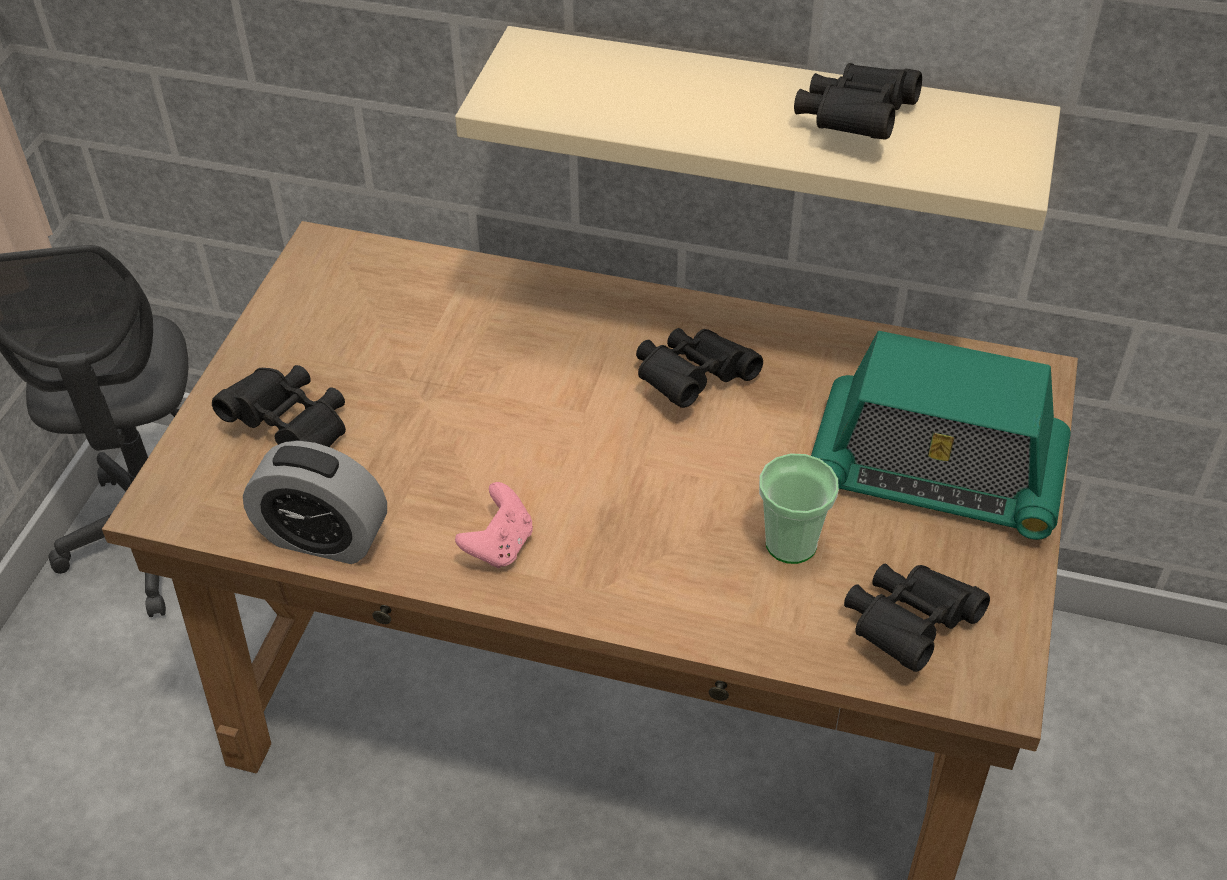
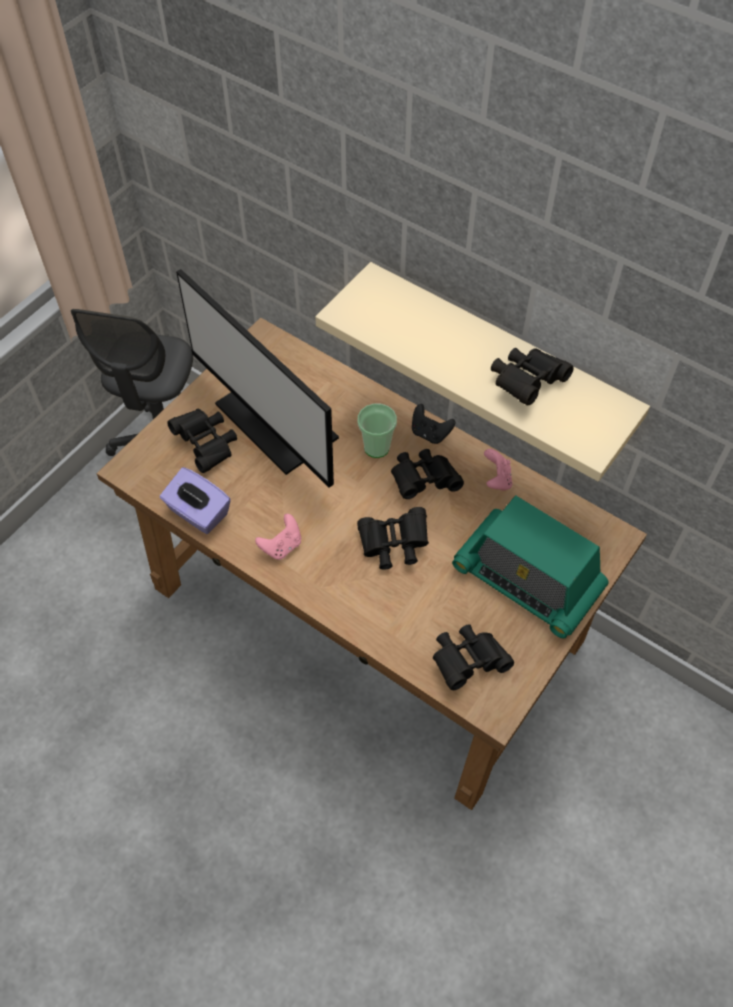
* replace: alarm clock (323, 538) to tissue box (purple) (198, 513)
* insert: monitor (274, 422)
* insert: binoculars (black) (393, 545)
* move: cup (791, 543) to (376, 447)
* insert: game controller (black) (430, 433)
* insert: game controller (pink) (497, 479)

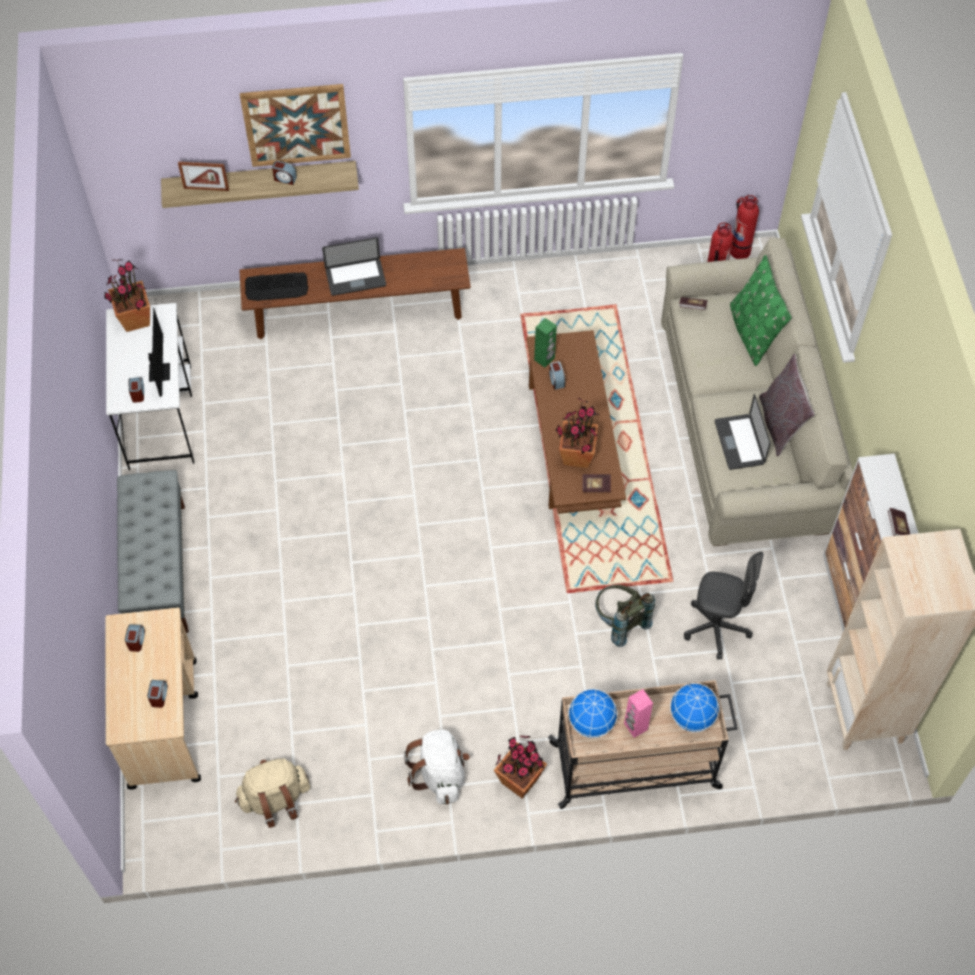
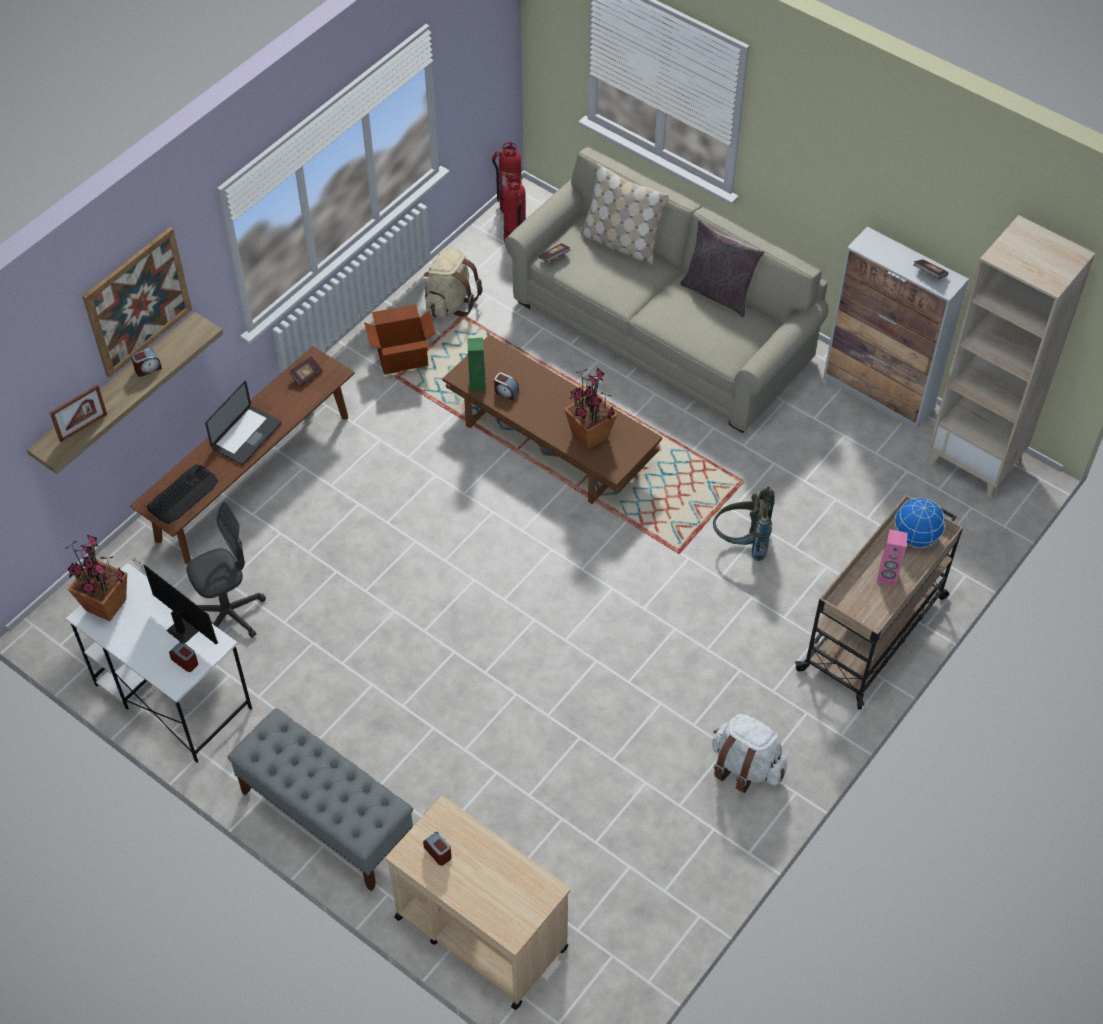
* move: office chair (grey) (716, 628) to (229, 614)
* move: book (596, 486) to (306, 375)
* insert: cardboard box (402, 358)
* move: backpack (beige) (275, 799) to (450, 303)
* recolor: pillow (green) (752, 333) to pillow (beige) (621, 243)
* delete: alarm clock (159, 696)
* delete: potted plant (519, 780)
* delete: globe (591, 723)
* delete: laptop (739, 442)

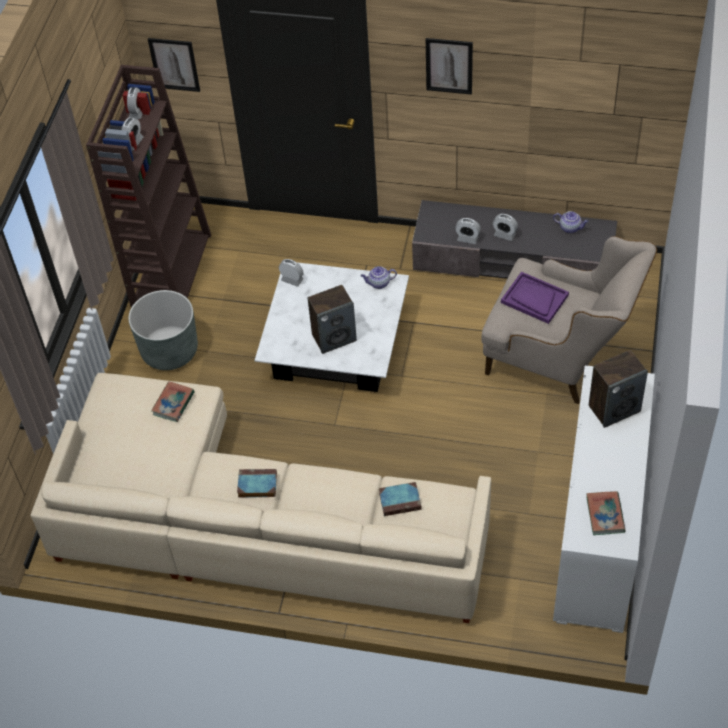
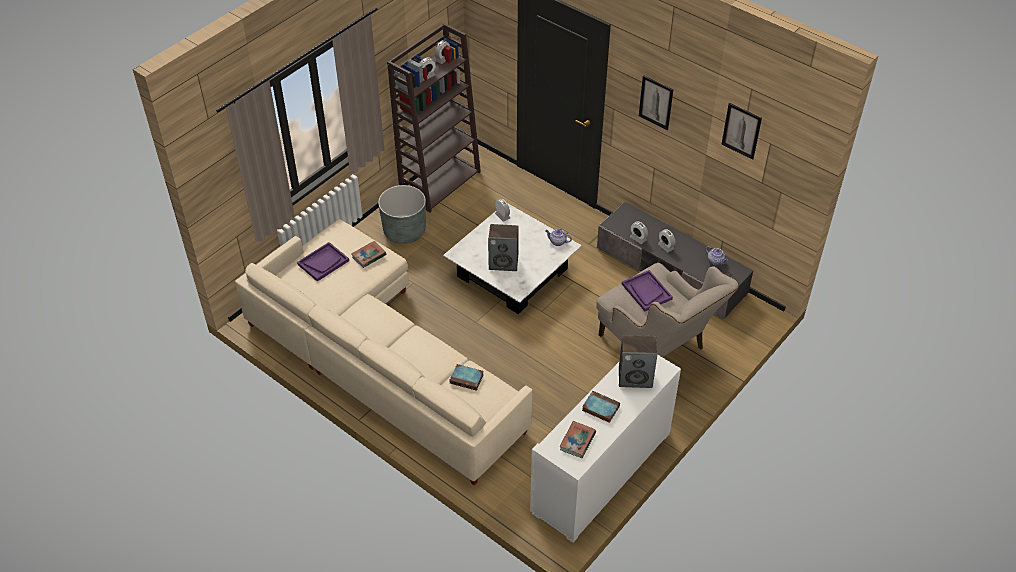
* insert: tray (purple) (323, 262)
* move: book (256, 485) to (600, 408)
* move: picture (174, 64) to (741, 131)

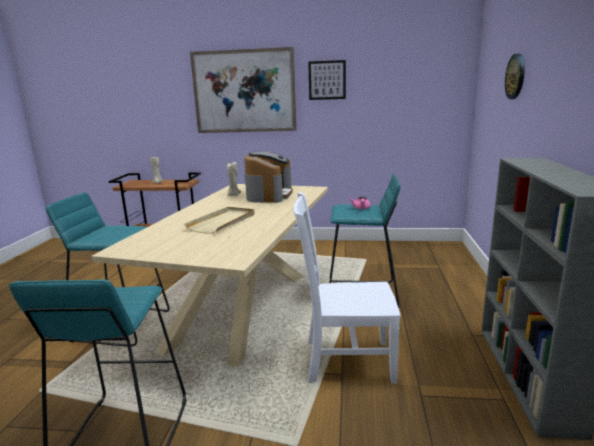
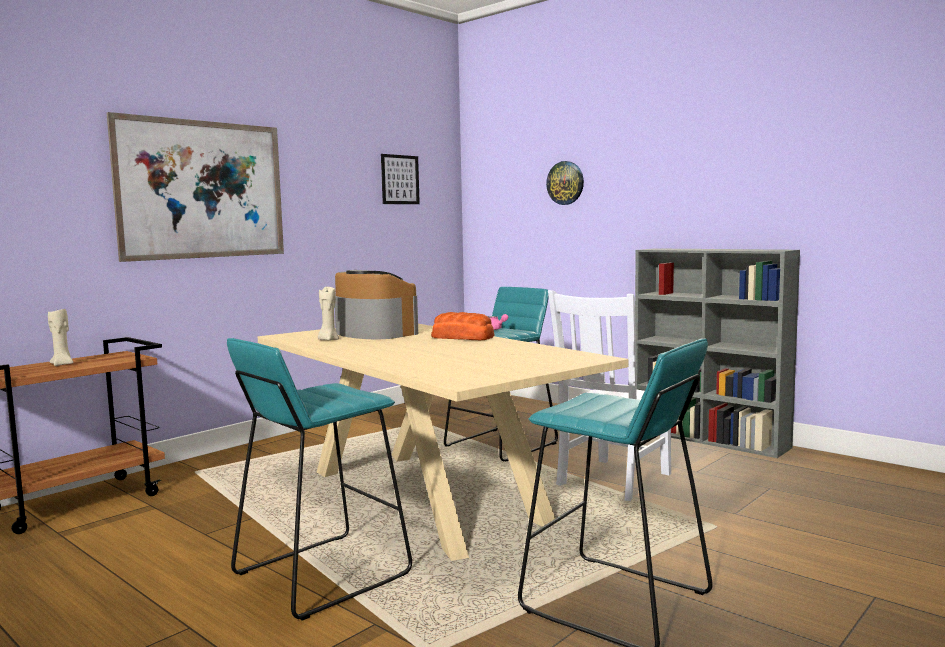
* move: picture (327, 80) to (400, 179)
* insert: bread (462, 337)
* delete: tray (beige) (222, 222)

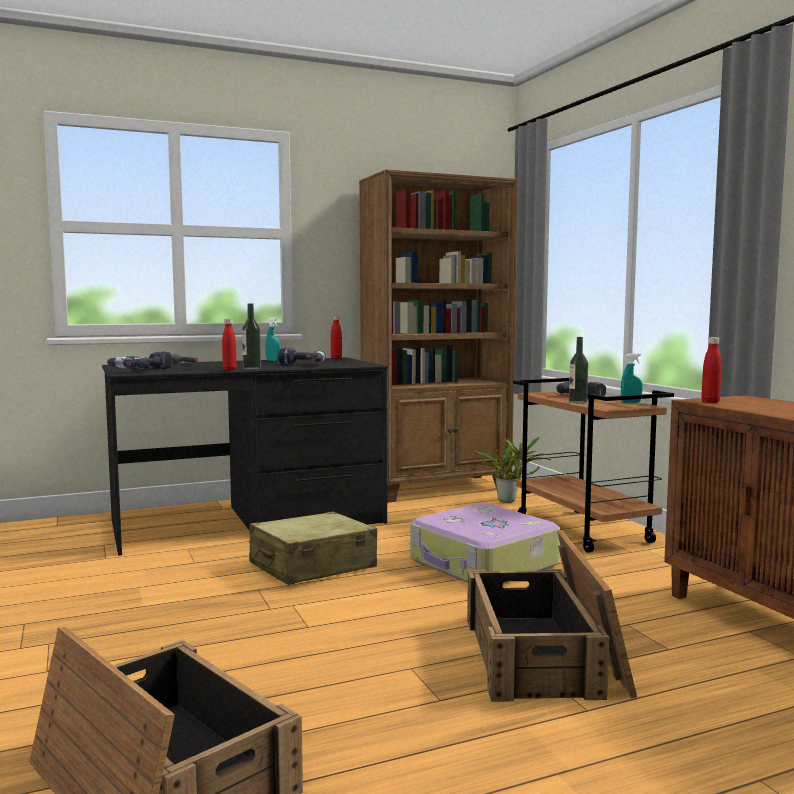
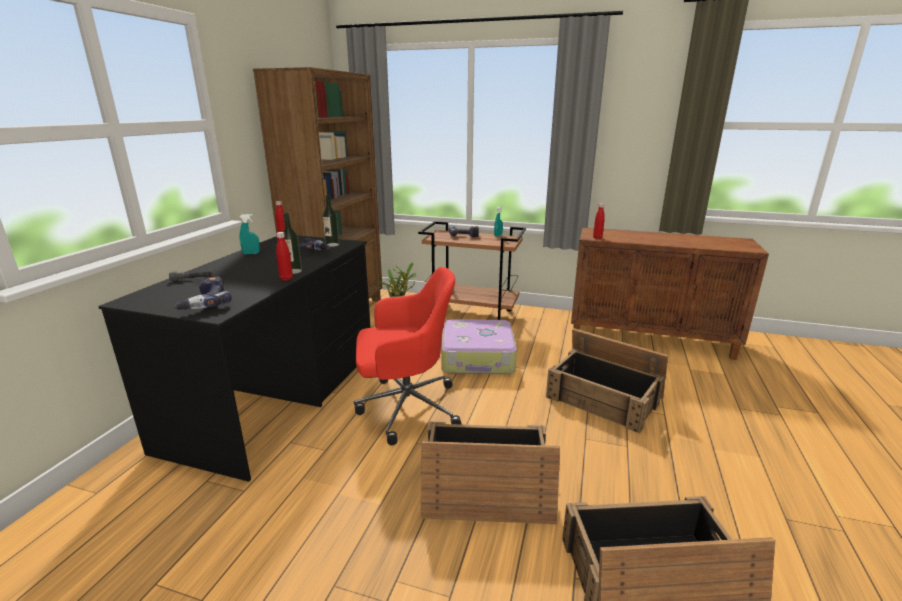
* move: bottle (577, 402) to (332, 245)
* replace: suitcase (beige) (312, 566) to office chair (red) (406, 407)
* insert: crate (485, 486)

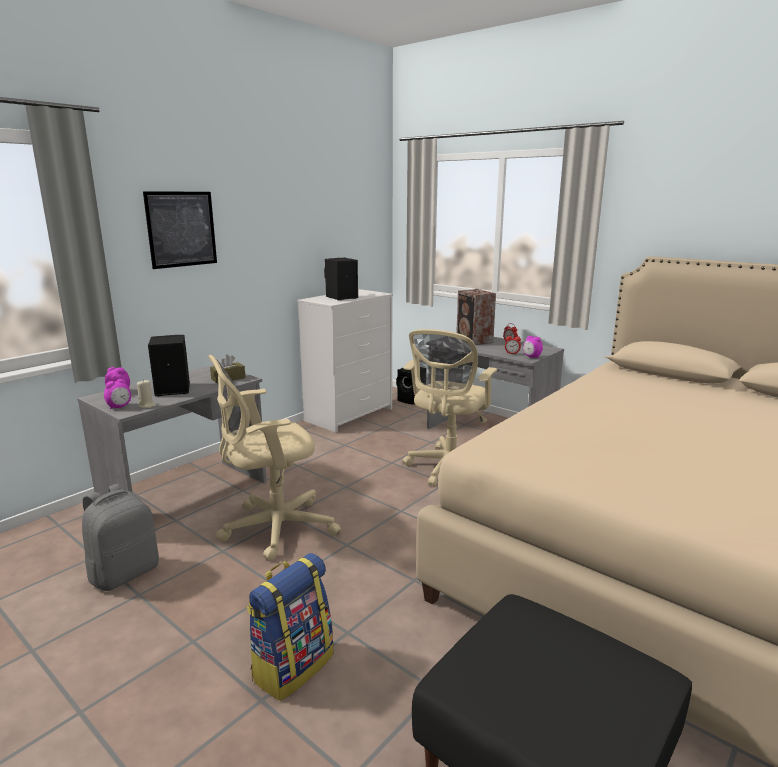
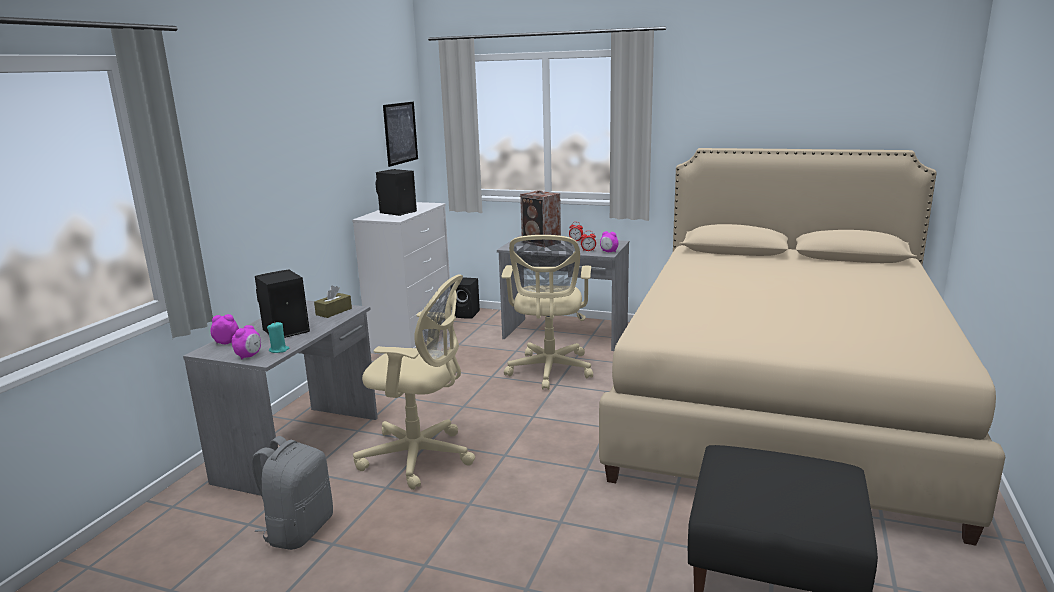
* recolor: candle (beige) (147, 405) to candle (turquoise) (279, 350)
* rotate: office chair (beige) (273, 528) = (421, 457) 120 degrees counterclockwise
* move: picture (181, 229) to (400, 133)
* delete: backpack (292, 666)

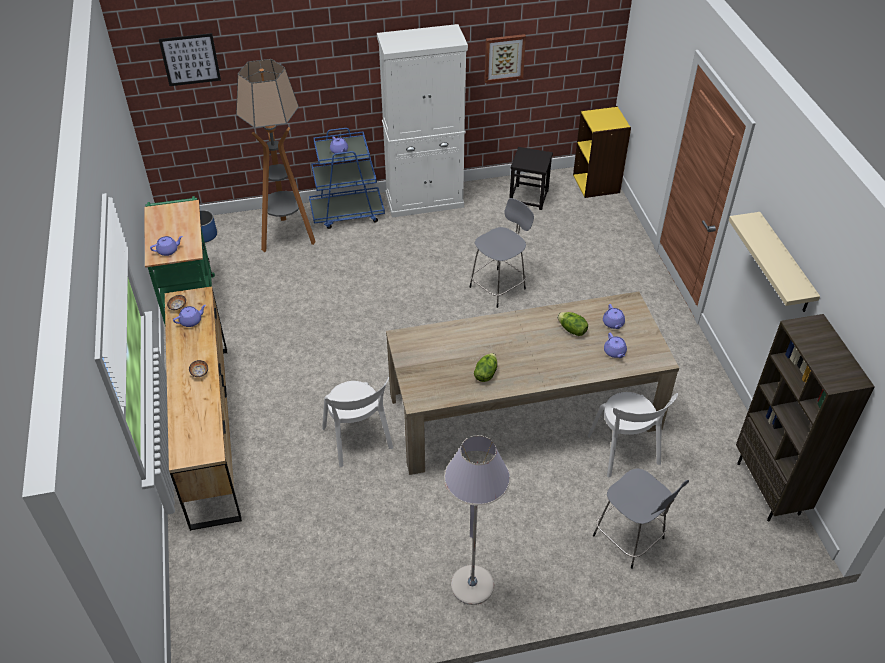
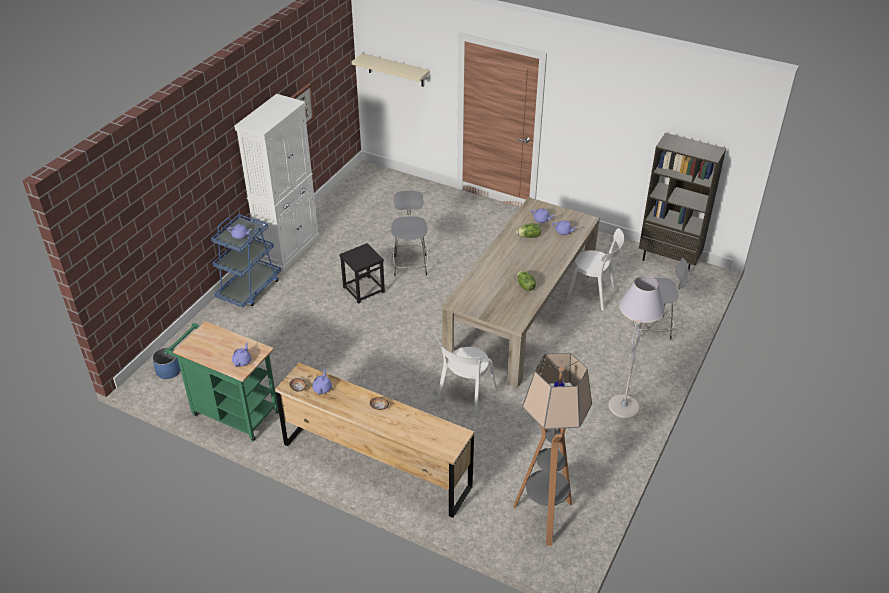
* move: stool (black) (529, 197) to (363, 289)
* move: shelf (beige) (784, 264) to (395, 70)
* rotate: chair (white) (358, 440) = (465, 396) 105 degrees clockwise
* move: floor lamp (287, 237) to (544, 517)
* delete: picture (190, 59)
* delete: bookcase (yellow) (596, 184)

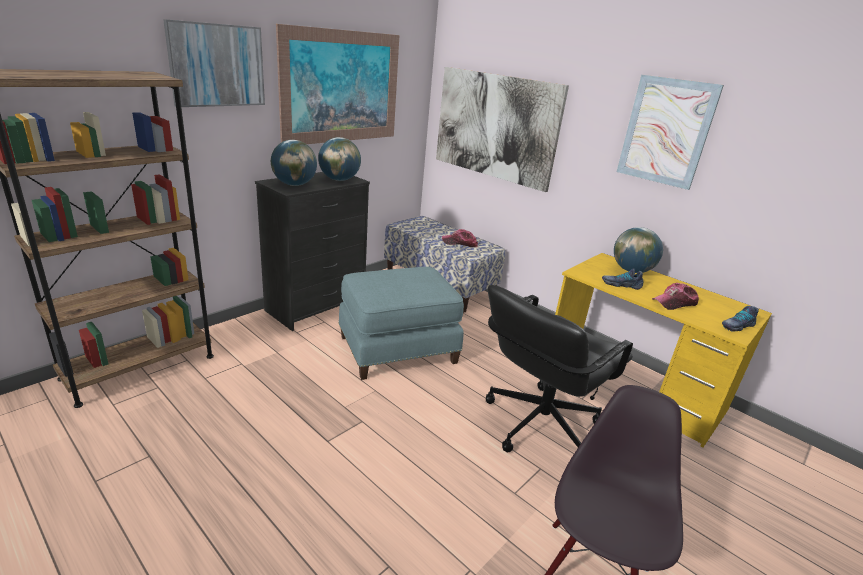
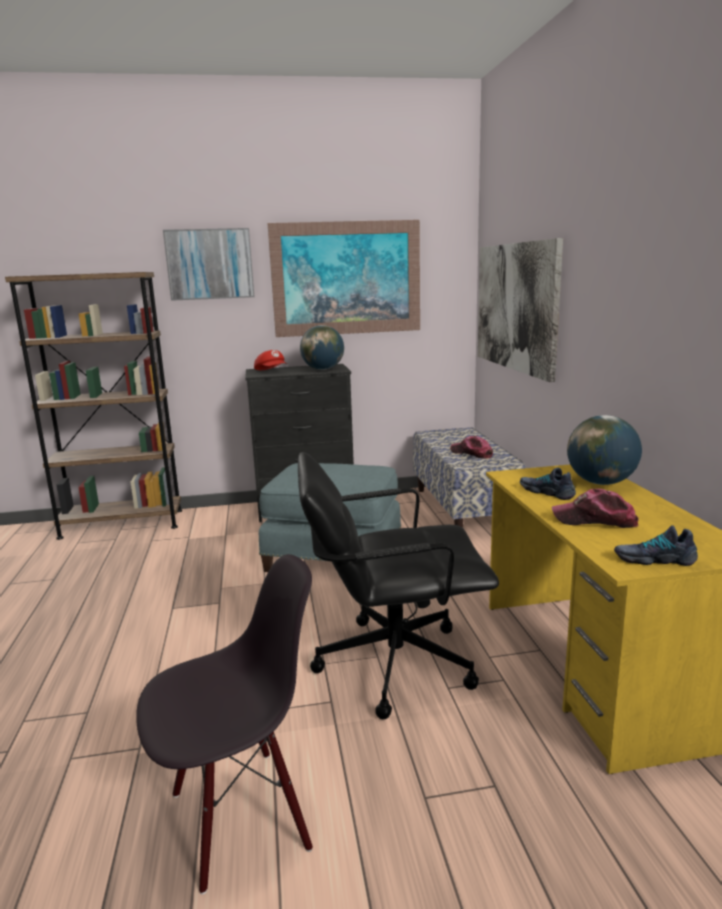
* replace: globe (294, 184) to cap (red) (272, 371)
* delete: picture (666, 132)

